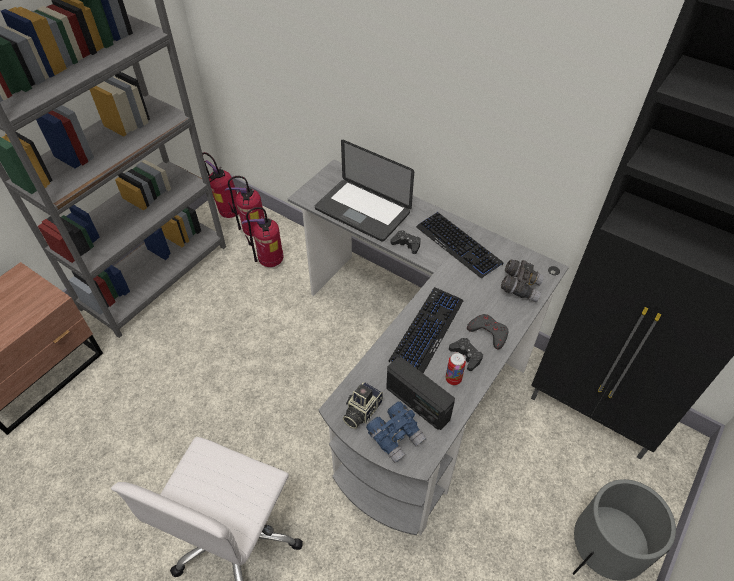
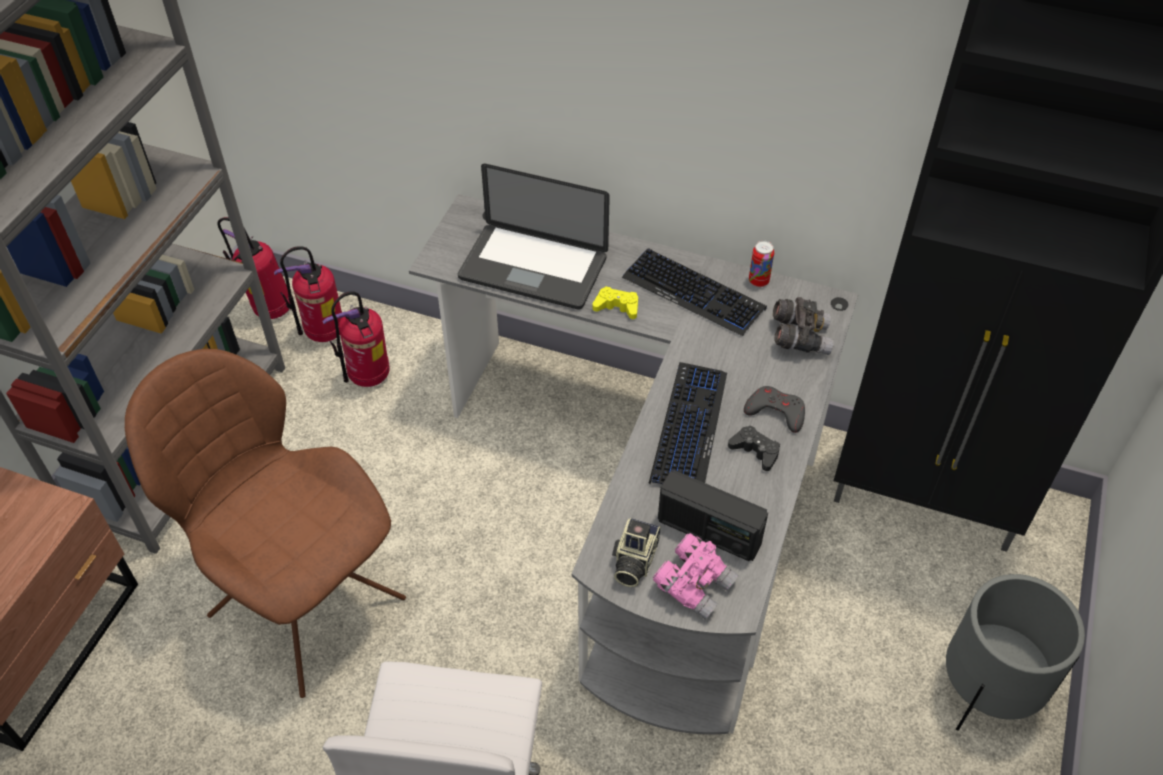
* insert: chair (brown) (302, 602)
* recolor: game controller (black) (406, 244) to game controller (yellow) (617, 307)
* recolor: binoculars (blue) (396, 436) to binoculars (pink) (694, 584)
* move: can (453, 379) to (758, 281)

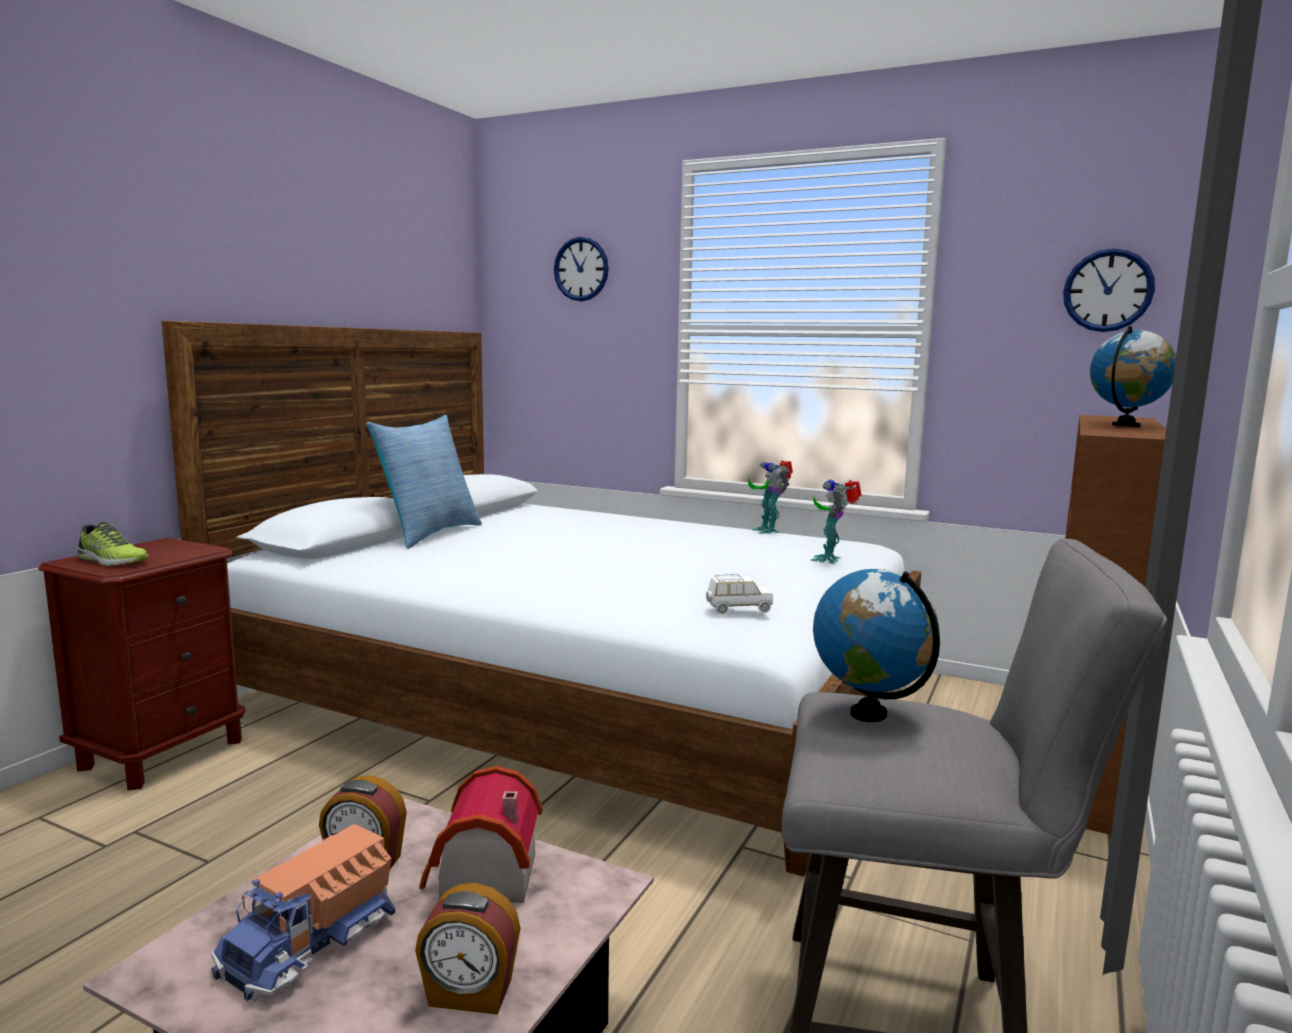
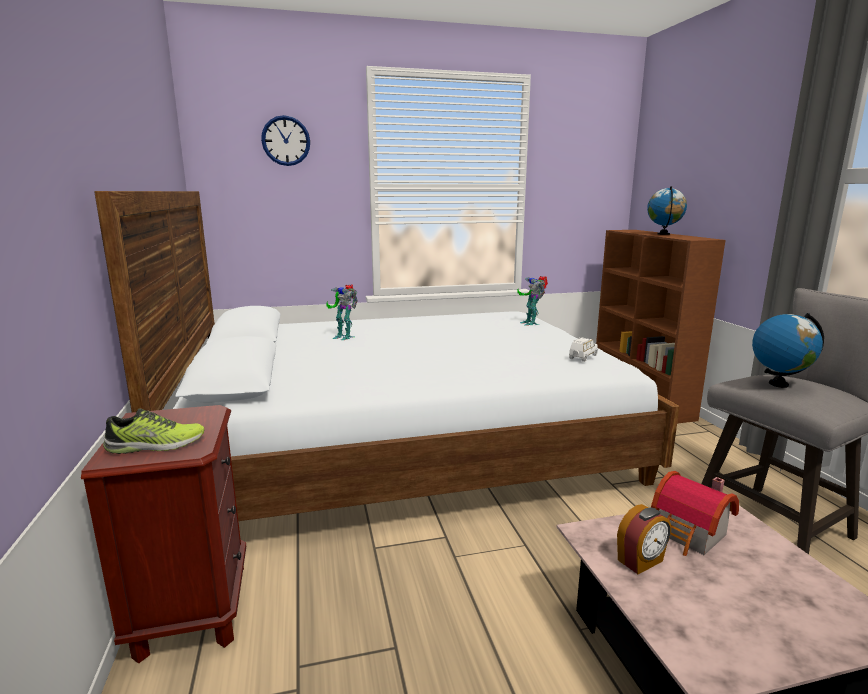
* move: toy robot (768, 530) to (344, 336)
* delete: toy truck (311, 942)
* delete: pillow (428, 534)
* delete: alarm clock (469, 994)
* delete: wall clock (1108, 290)

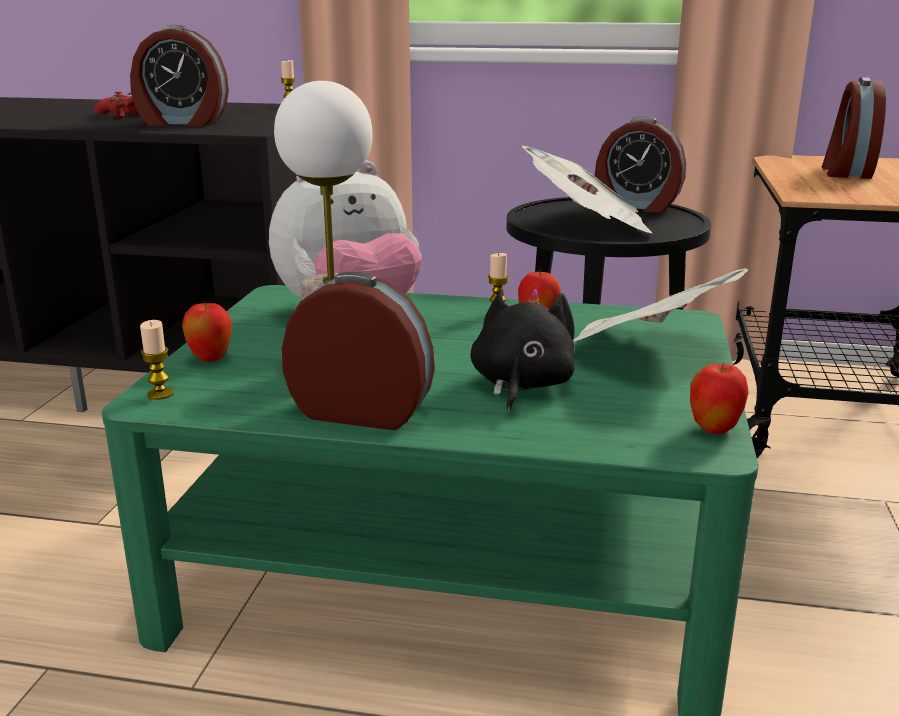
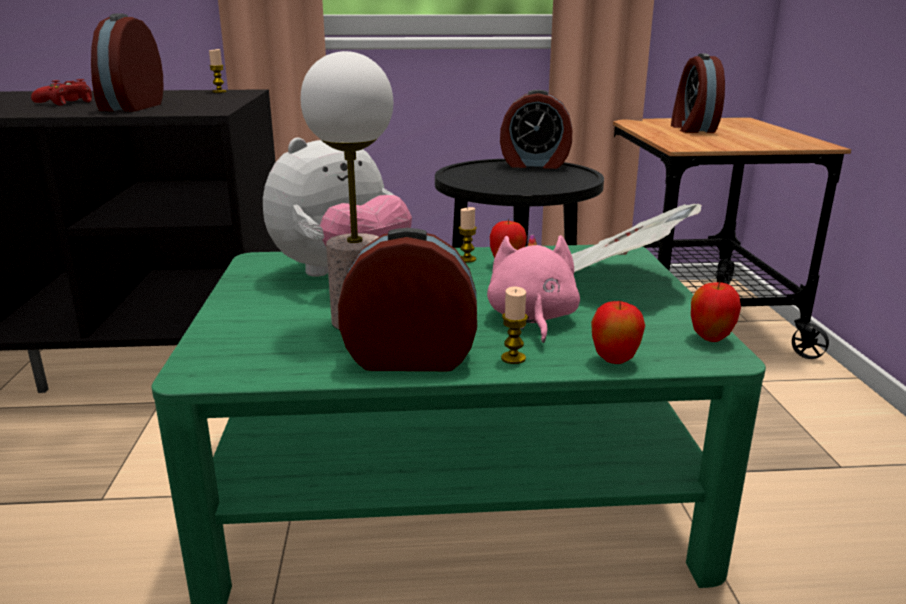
* rotate: alarm clock (182, 122) = (130, 107) 105 degrees clockwise
* recolor: plush toy (black) (521, 385) to plush toy (pink) (531, 319)
* move: candle (160, 394) to (513, 358)
* move: apple (210, 359) to (614, 361)
* delete: newspaper (587, 225)

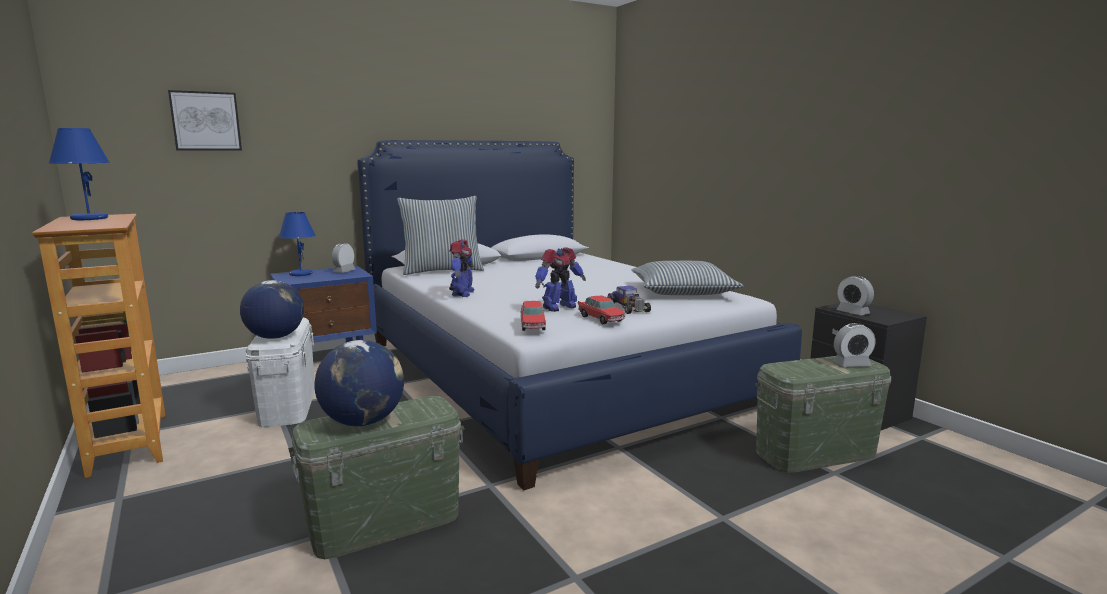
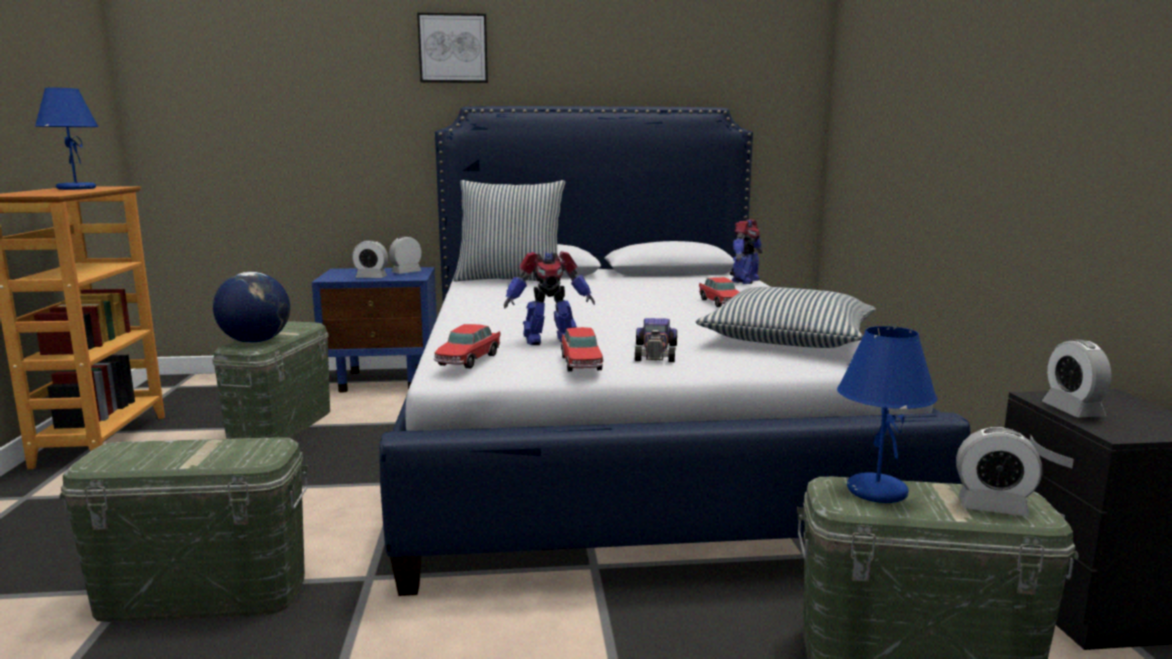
* recolor: storage box (white) (287, 405) to storage box (green) (281, 427)
* insert: alarm clock (371, 277)
* move: picture (206, 121) to (453, 48)
* insert: toy car (720, 303)
* move: toy robot (462, 293) to (744, 281)
* move: table lamp (blue) (300, 274) to (875, 491)
* delete: globe (363, 422)

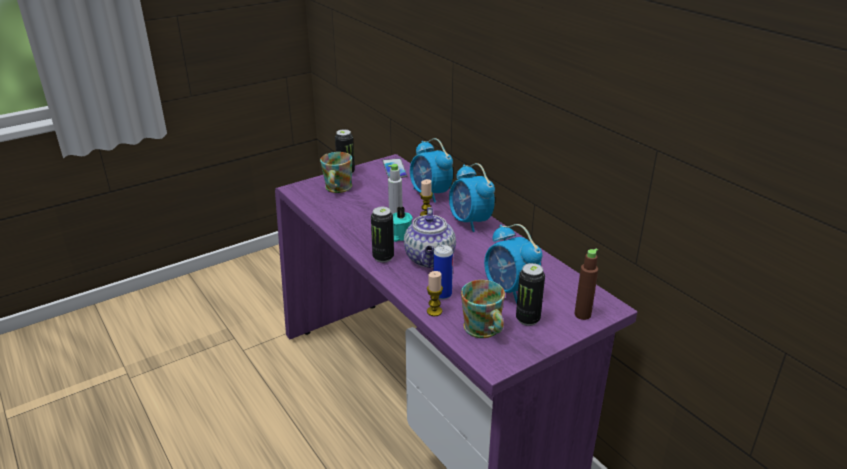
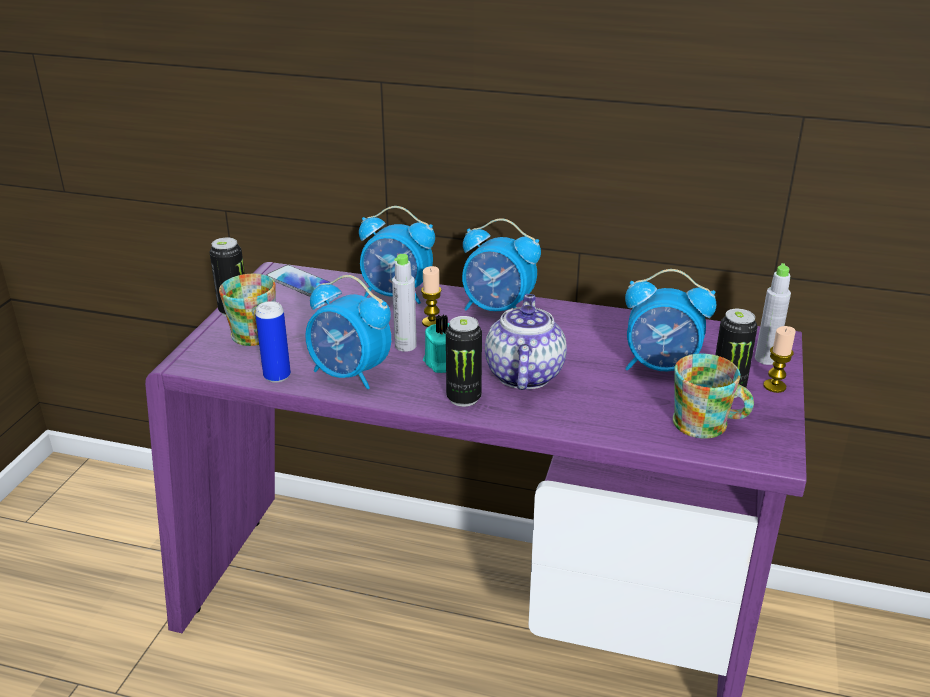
* move: can (442, 294) to (277, 376)
* insert: alarm clock (350, 374)
* rotate: teapot (430, 259) = (523, 374) 135 degrees counterclockwise
* recolor: bottle (brown) (582, 314) to bottle (grey) (766, 359)
* move: candle (434, 311) to (774, 386)

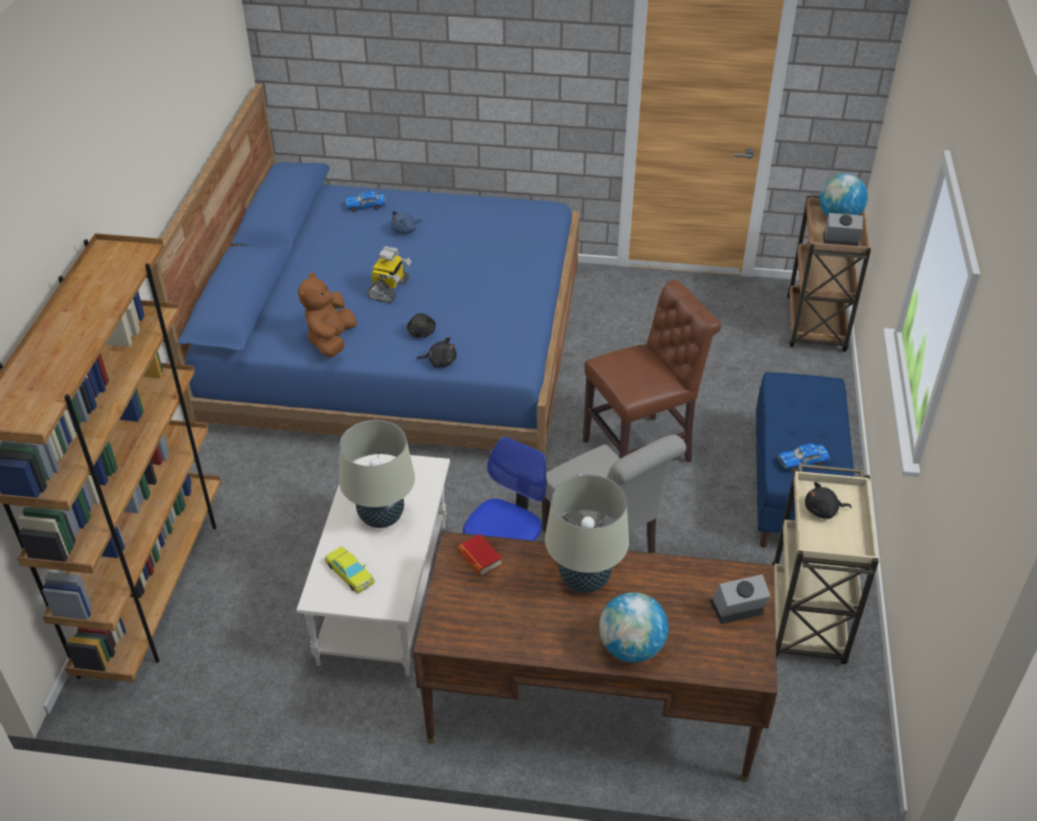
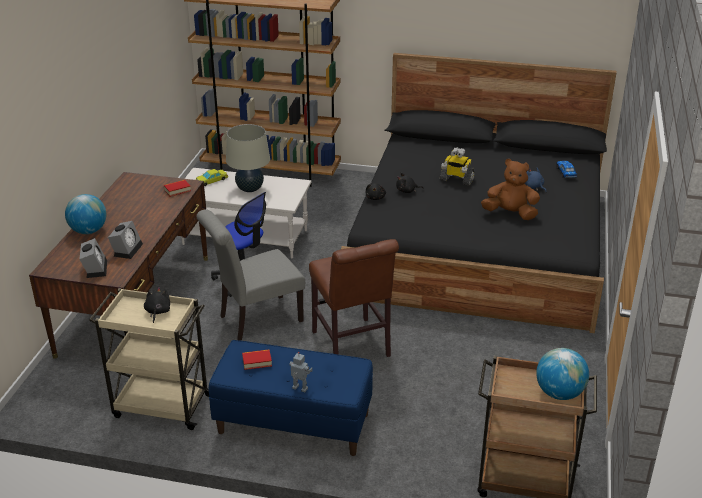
* move: alarm clock (839, 242) to (127, 249)
* replace: toy car (803, 461) to book (257, 362)
* insert: toy robot (299, 389)
* recolor: bed (blue) (398, 344) to bed (black) (479, 243)
* move: plush toy (brown) (331, 340) to (510, 214)
* delete: table lamp (beige) (584, 580)

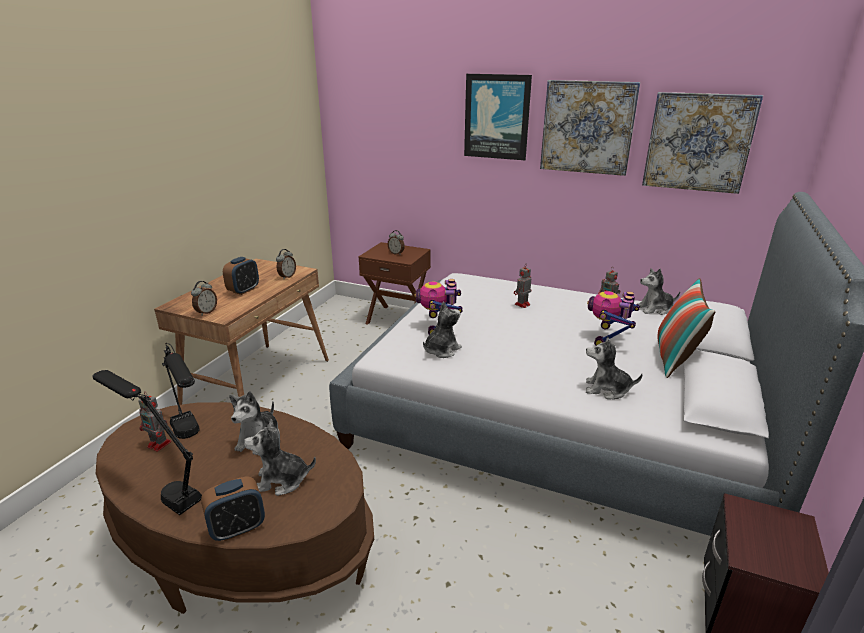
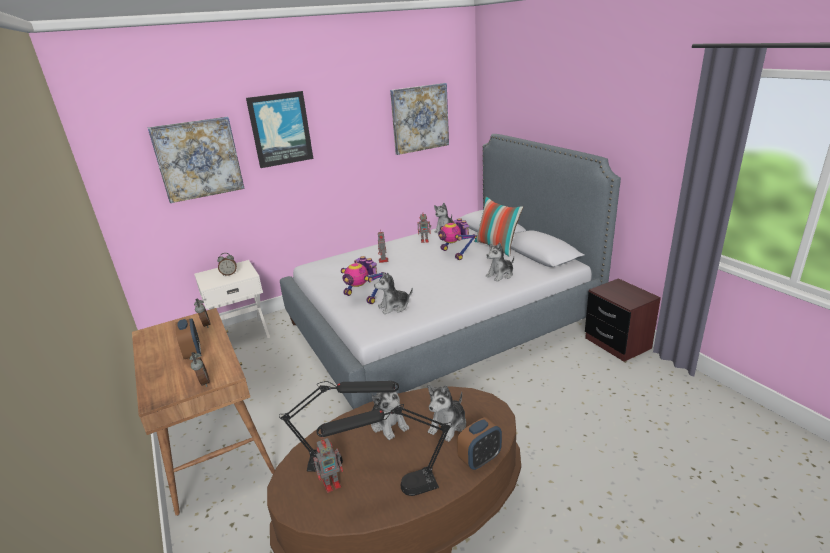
* move: picture (587, 127) to (198, 159)
* recolor: nightstand (brown) (397, 318) to nightstand (white) (241, 334)
* rotate: plush toy (441, 350) = (394, 307) 105 degrees counterclockwise
* rotate: alarm clock (237, 528) = (480, 459) 45 degrees clockwise

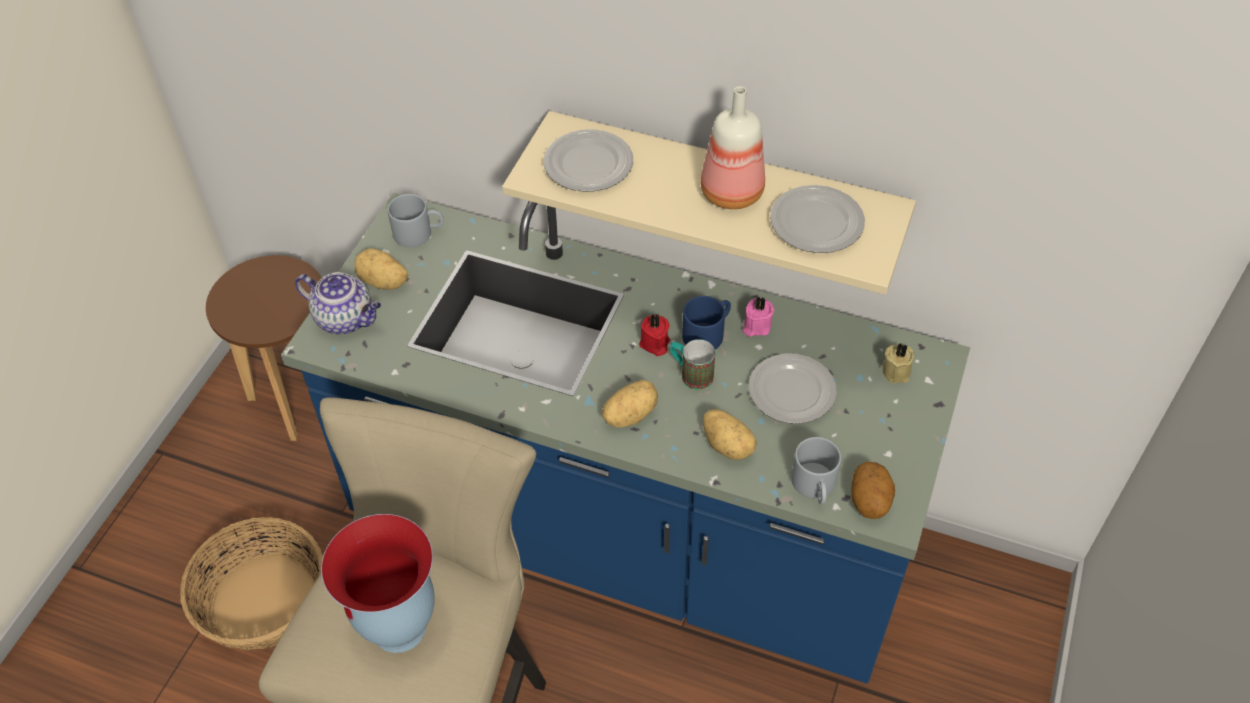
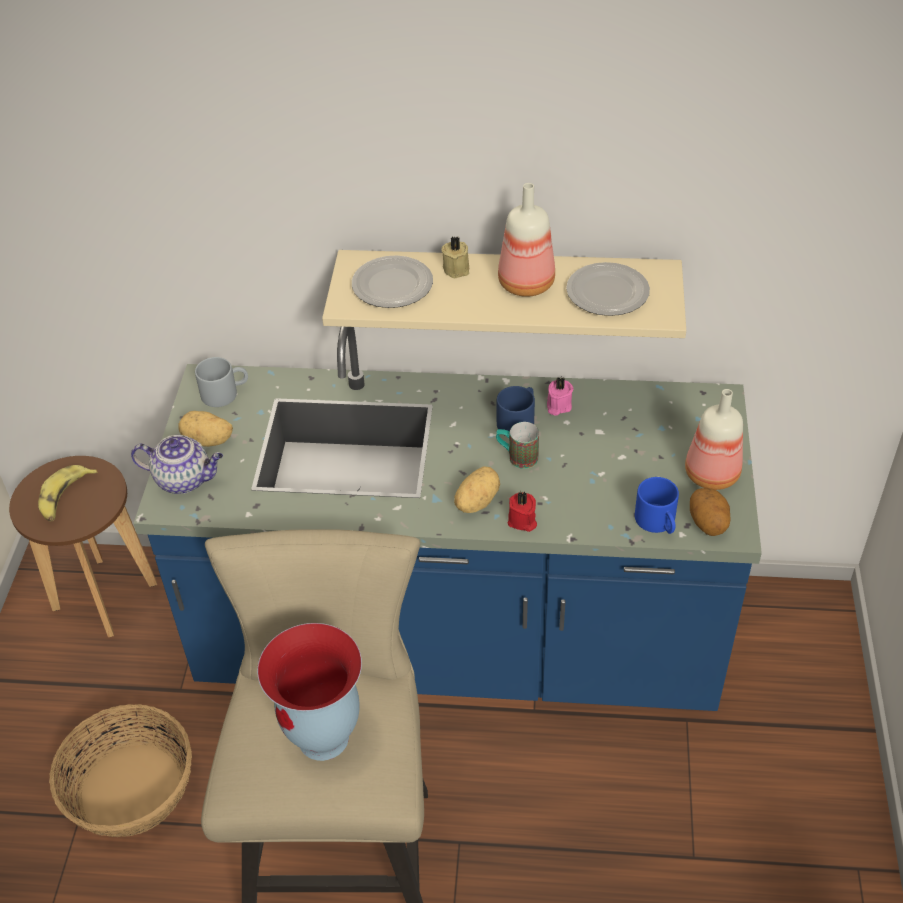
* insert: banana (65, 498)
* move: candle (beige) (897, 371) to (457, 268)
* move: candle (red) (654, 344) to (522, 521)
* recolor: mug (grey) (816, 486) to mug (blue) (659, 522)
* insert: bottle (710, 475)
* delete: potato (728, 445)
* delete: plate (792, 392)

